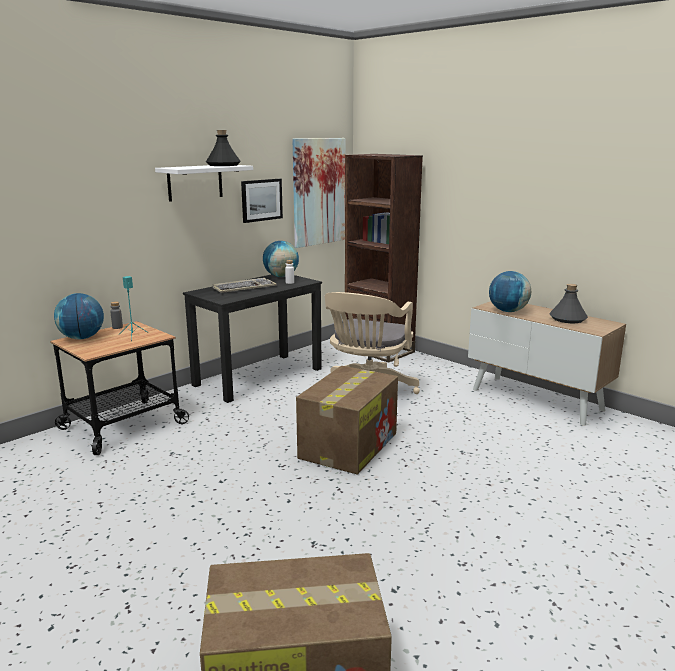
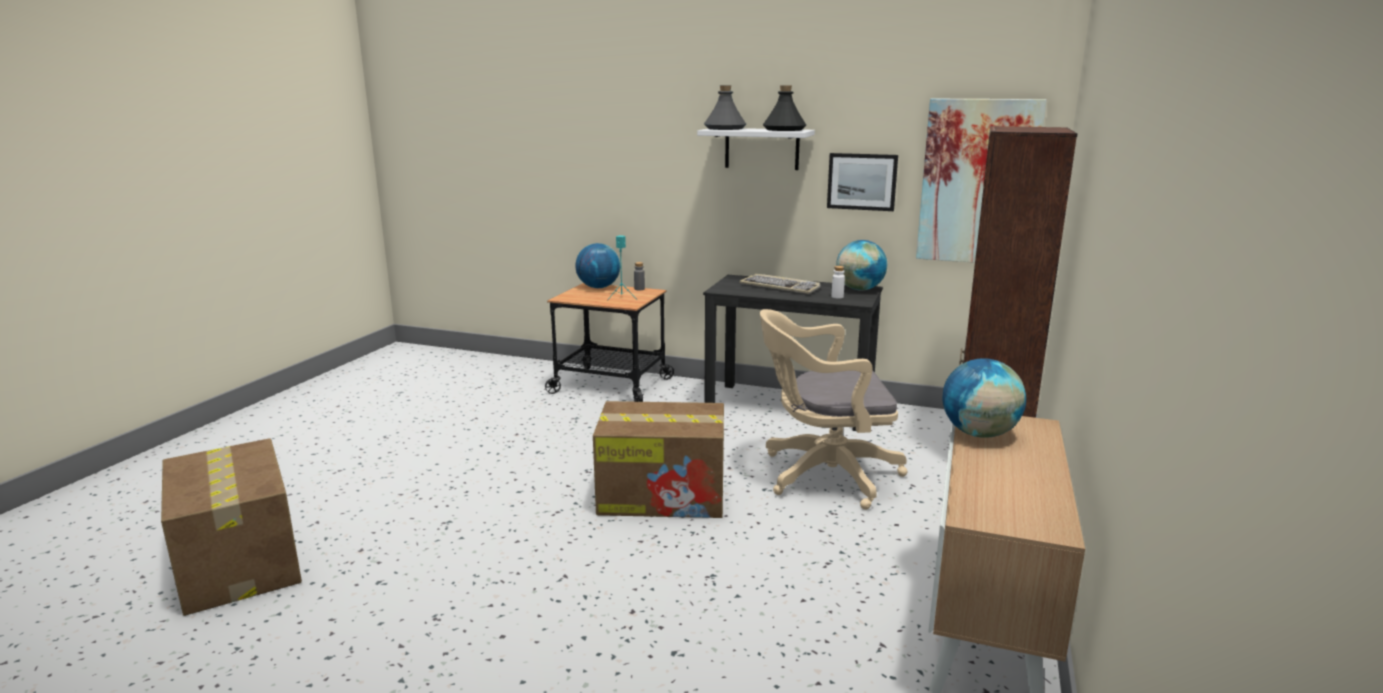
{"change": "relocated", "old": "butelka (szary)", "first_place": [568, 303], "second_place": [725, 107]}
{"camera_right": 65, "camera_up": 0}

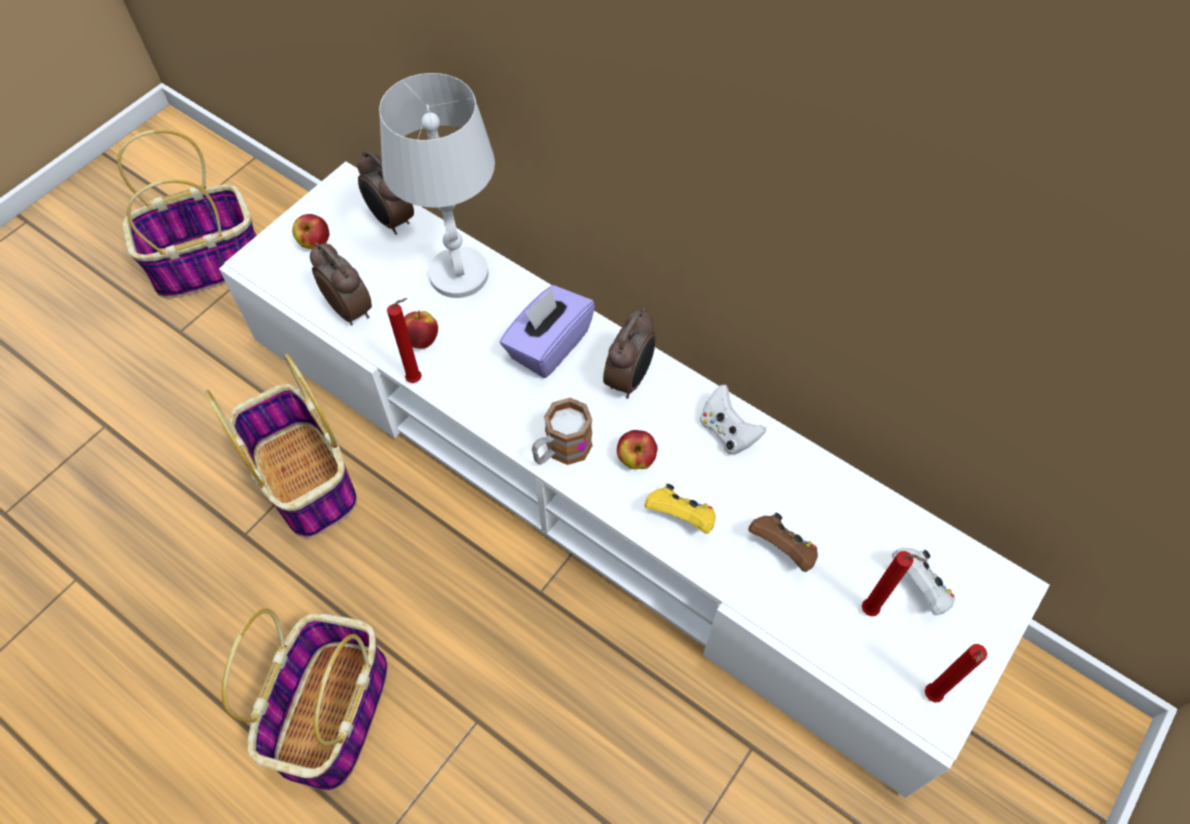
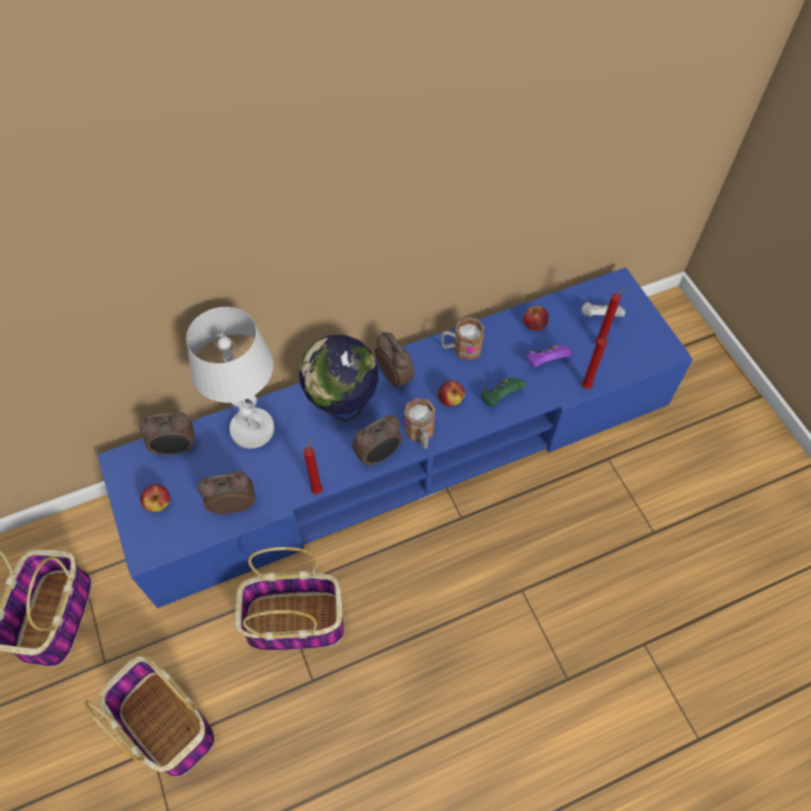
{"change": "relocated", "old": "koszyk", "first_place": [305, 700], "second_place": [149, 714]}
{"change": "colour", "old": "szafka pod telewizor (biały)", "new": "szafka pod telewizor (niebieski)", "first_place": [634, 479], "second_place": [395, 437]}
{"change": "exchanged", "old": "pudełko chusteczek (fioletowy)", "new": "globus", "first_place": [547, 331], "second_place": [339, 378]}
{"change": "appeared", "new": "budzik", "second_place": [377, 441]}
{"change": "exchanged", "old": "pad do gier (biały)", "new": "kubek", "first_place": [733, 420], "second_place": [463, 338]}
{"change": "colour", "old": "pad do gier (żółty)", "new": "pad do gier (zielony)", "first_place": [680, 509], "second_place": [503, 392]}
{"change": "relocated", "old": "jabłko", "first_place": [421, 329], "second_place": [536, 318]}
{"change": "colour", "old": "pad do gier (brązowy)", "new": "pad do gier (fioletowy)", "first_place": [783, 542], "second_place": [550, 356]}
{"change": "relocated", "old": "świeca (czerwony)", "first_place": [956, 673], "second_place": [596, 363]}
{"camera_right": -60, "camera_up": 0}

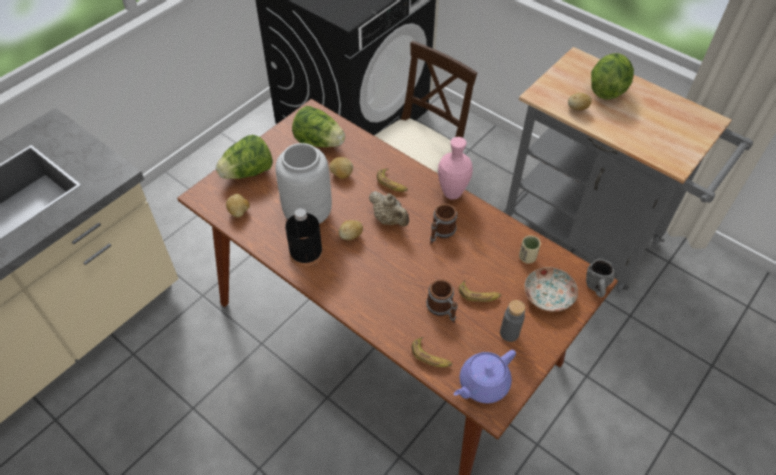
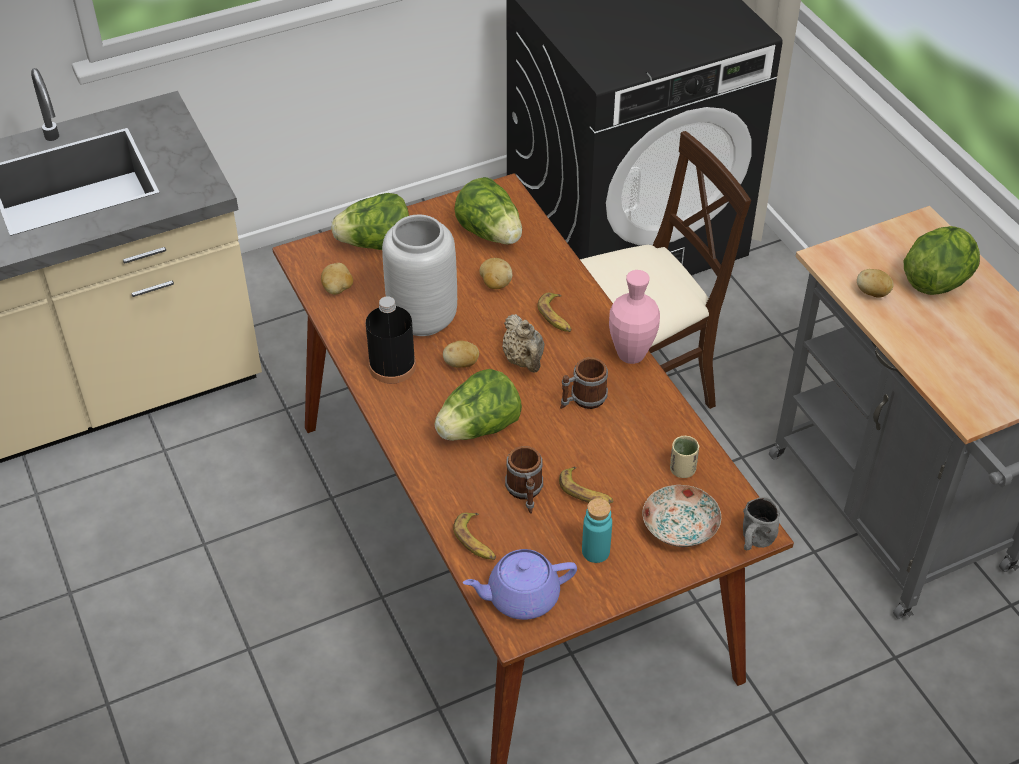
{"change": "appeared", "new": "sałata", "second_place": [478, 405]}
{"change": "colour", "old": "butelka (szary)", "new": "butelka (turkusowy)", "first_place": [512, 321], "second_place": [597, 530]}
{"camera_right": 25, "camera_up": -5}

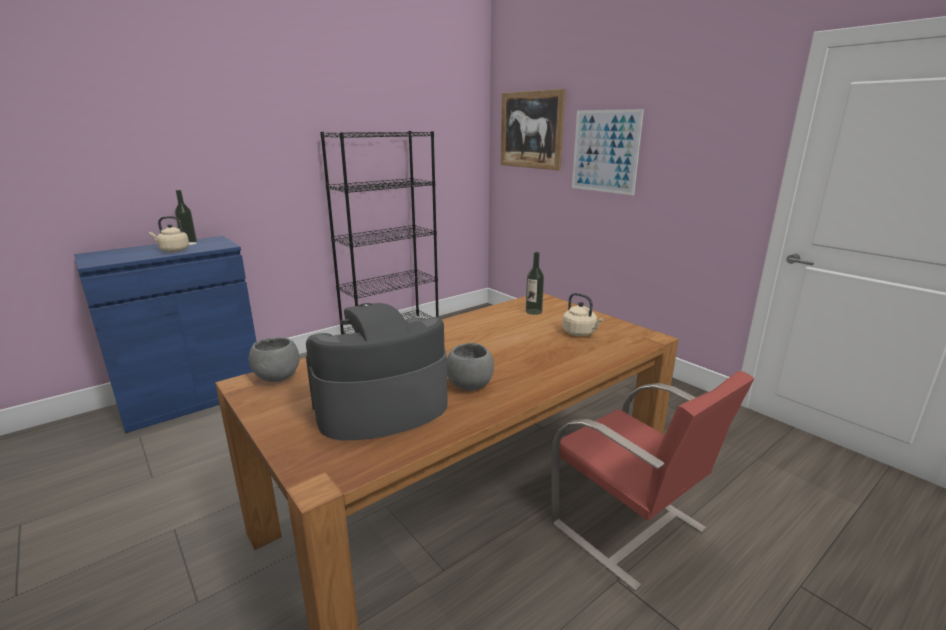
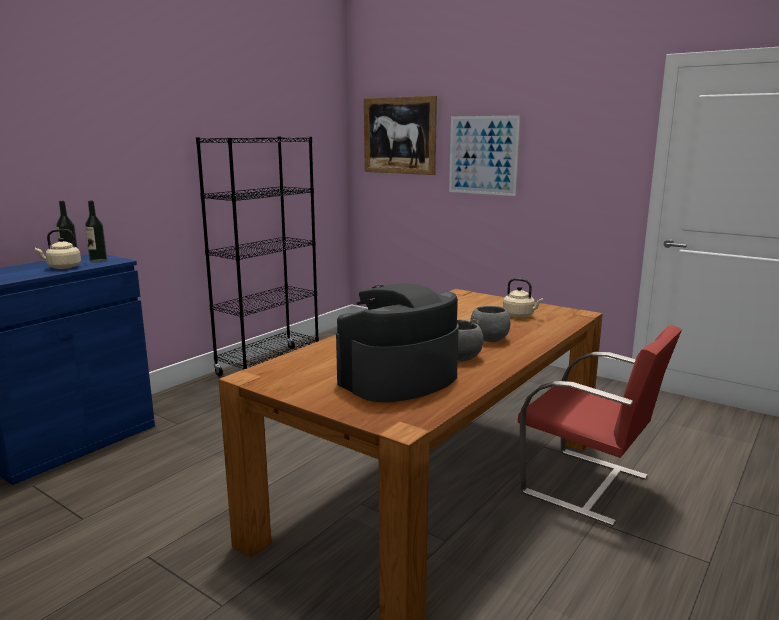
{"change": "relocated", "old": "butelka", "first_place": [535, 283], "second_place": [96, 232]}
{"change": "relocated", "old": "miska (szary)", "first_place": [274, 359], "second_place": [490, 324]}
{"camera_right": -15, "camera_up": -5}

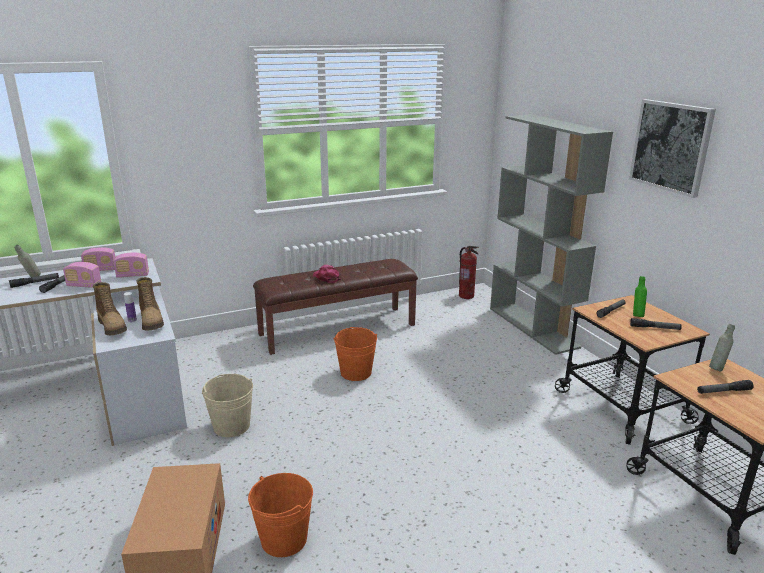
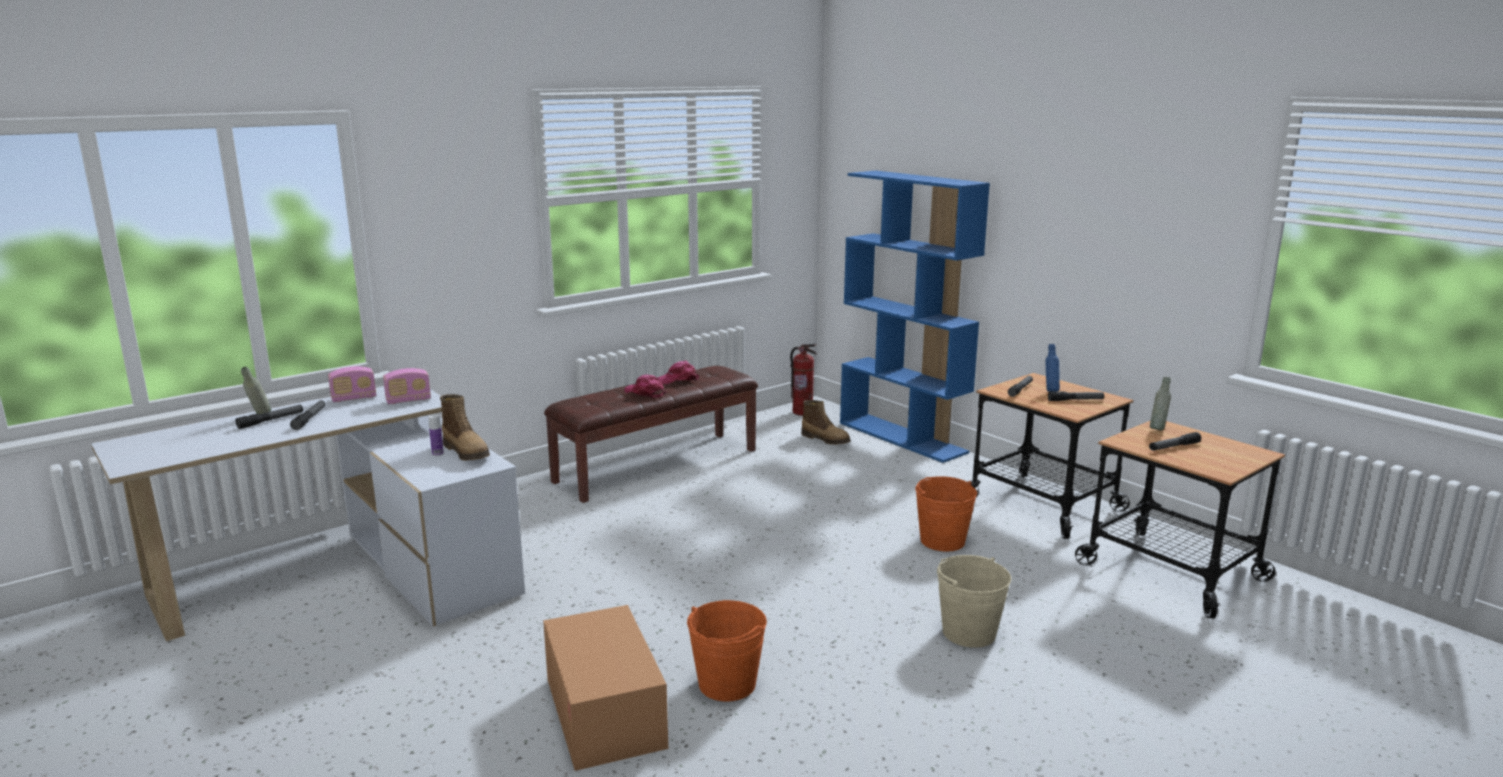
{"change": "appeared", "new": "czapka z daszkiem (różowy)", "second_place": [678, 372]}
{"change": "relocated", "old": "but z cholewką", "first_place": [110, 308], "second_place": [825, 422]}
{"change": "colour", "old": "regał (szary)", "new": "regał (niebieski)", "first_place": [551, 235], "second_place": [915, 317]}
{"change": "relocated", "old": "wiadro (pomarańczowy)", "first_place": [355, 354], "second_place": [946, 513]}
{"change": "relocated", "old": "wiadro (beżowy)", "first_place": [227, 405], "second_place": [974, 601]}
{"change": "colour", "old": "butelka (zielony)", "new": "butelka (niebieski)", "first_place": [640, 296], "second_place": [1052, 368]}
{"change": "missing", "old": "radio", "first_place": [82, 275]}
{"change": "missing", "old": "obraz", "first_place": [672, 148]}
{"camera_right": -15, "camera_up": -5}

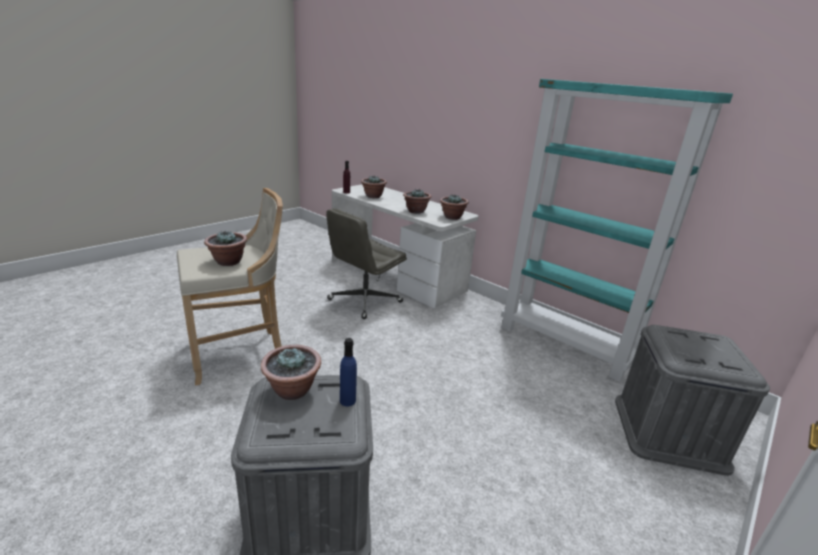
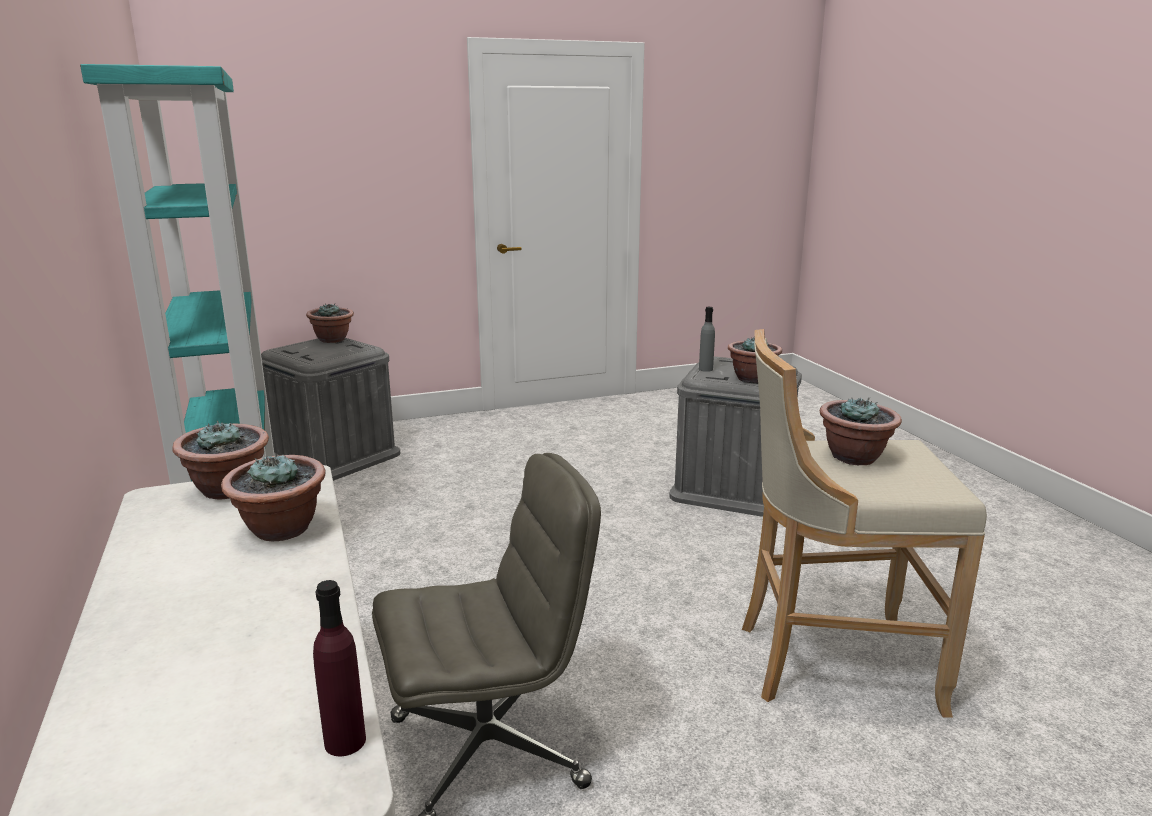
{"change": "relocated", "old": "roślina doniczkowa", "first_place": [374, 187], "second_place": [330, 323]}
{"change": "colour", "old": "butelka (niebieski)", "new": "butelka (szary)", "first_place": [348, 372], "second_place": [707, 339]}
{"camera_right": -150, "camera_up": -5}

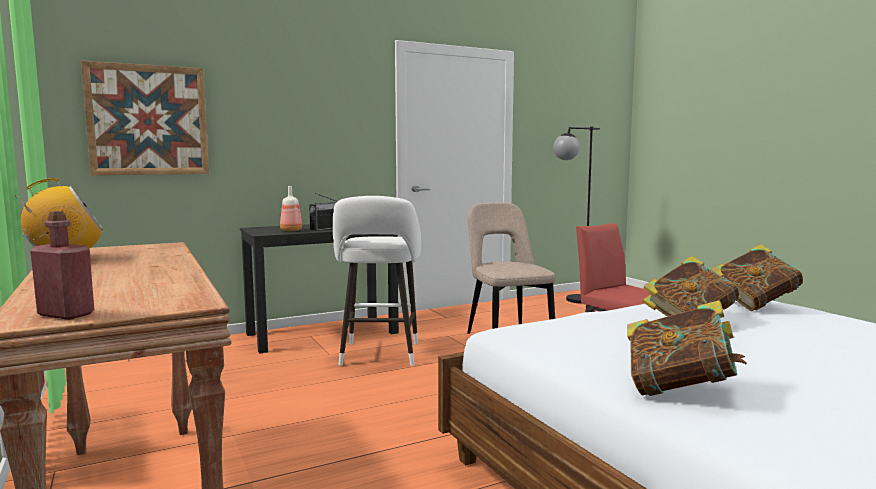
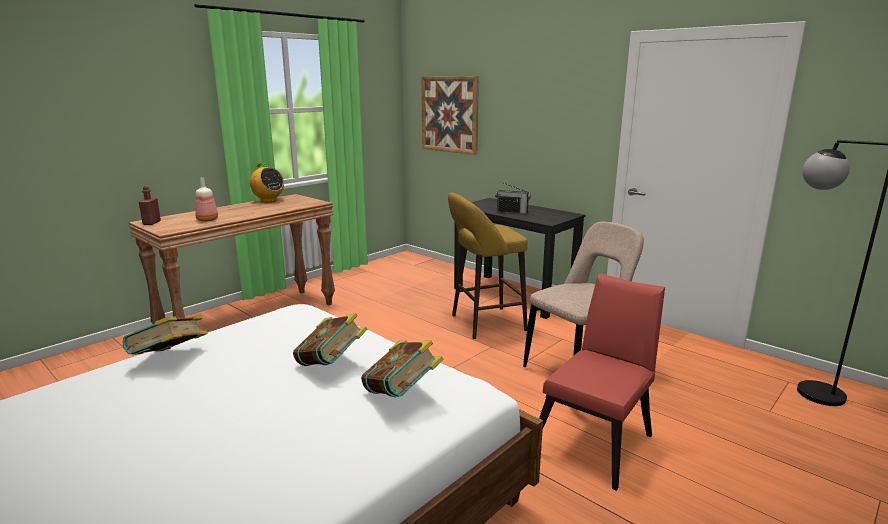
{"change": "relocated", "old": "butelka", "first_place": [291, 208], "second_place": [206, 199]}
{"change": "colour", "old": "stołek (biały)", "new": "stołek (żółty)", "first_place": [377, 281], "second_place": [488, 265]}
{"camera_right": 70, "camera_up": 10}

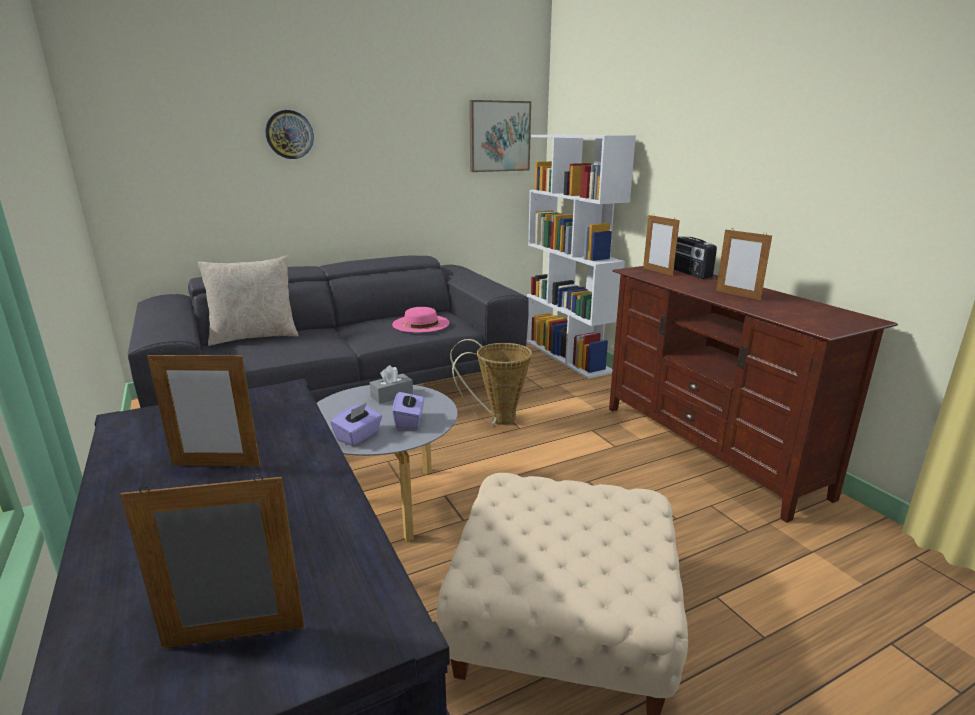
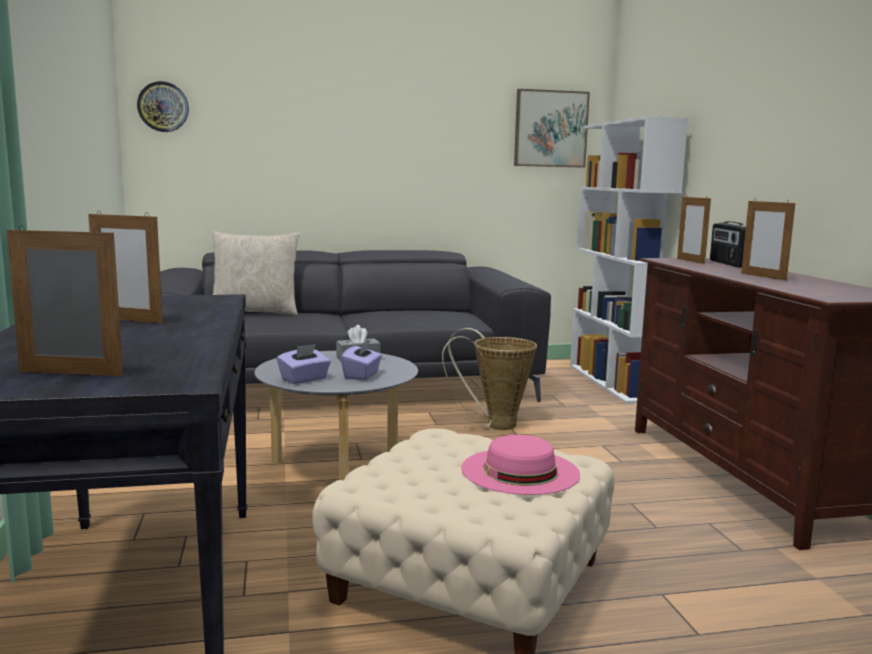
{"change": "relocated", "old": "zegar ścienny", "first_place": [289, 134], "second_place": [163, 106]}
{"change": "relocated", "old": "kapelusz (różowy)", "first_place": [421, 320], "second_place": [520, 465]}
{"camera_right": 15, "camera_up": -10}

